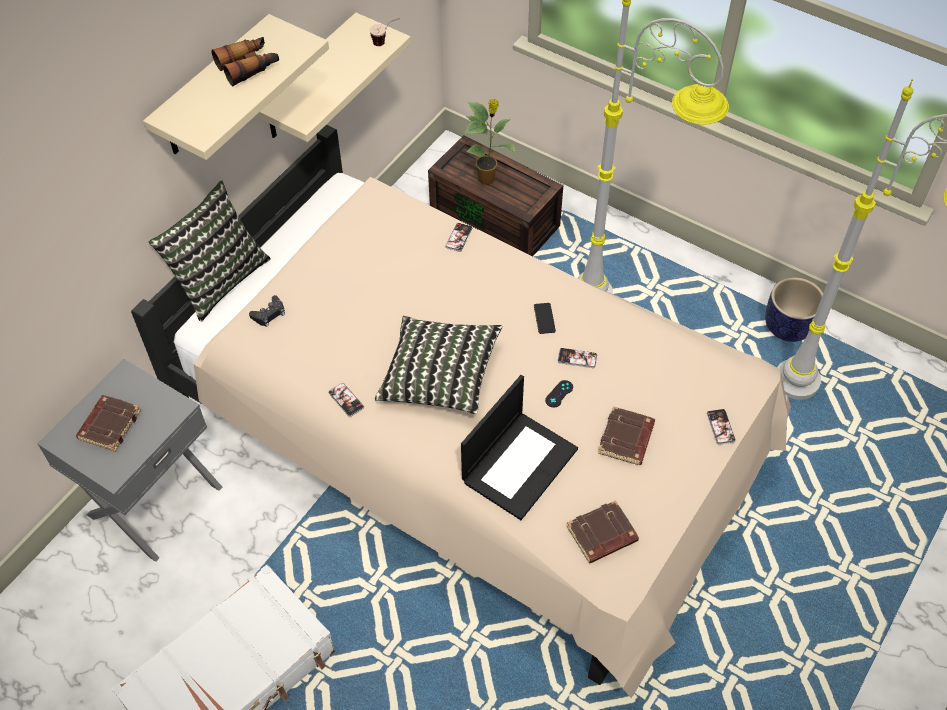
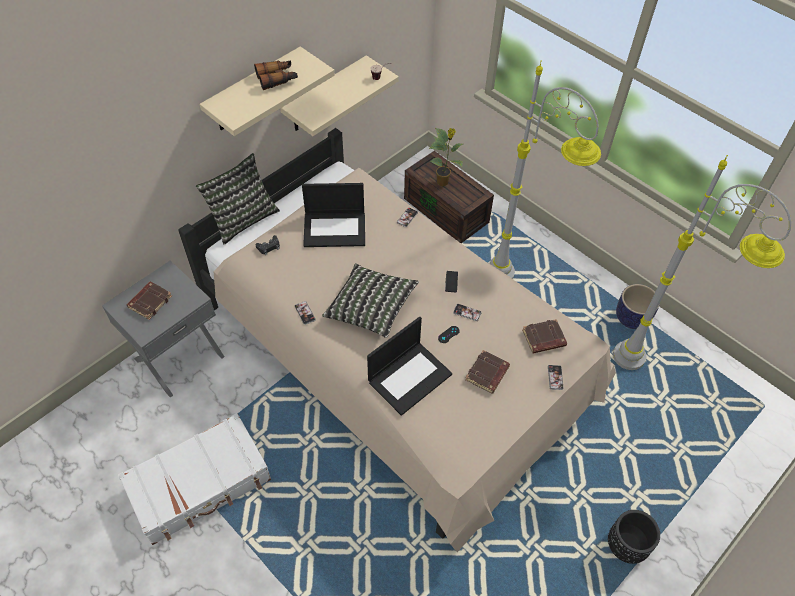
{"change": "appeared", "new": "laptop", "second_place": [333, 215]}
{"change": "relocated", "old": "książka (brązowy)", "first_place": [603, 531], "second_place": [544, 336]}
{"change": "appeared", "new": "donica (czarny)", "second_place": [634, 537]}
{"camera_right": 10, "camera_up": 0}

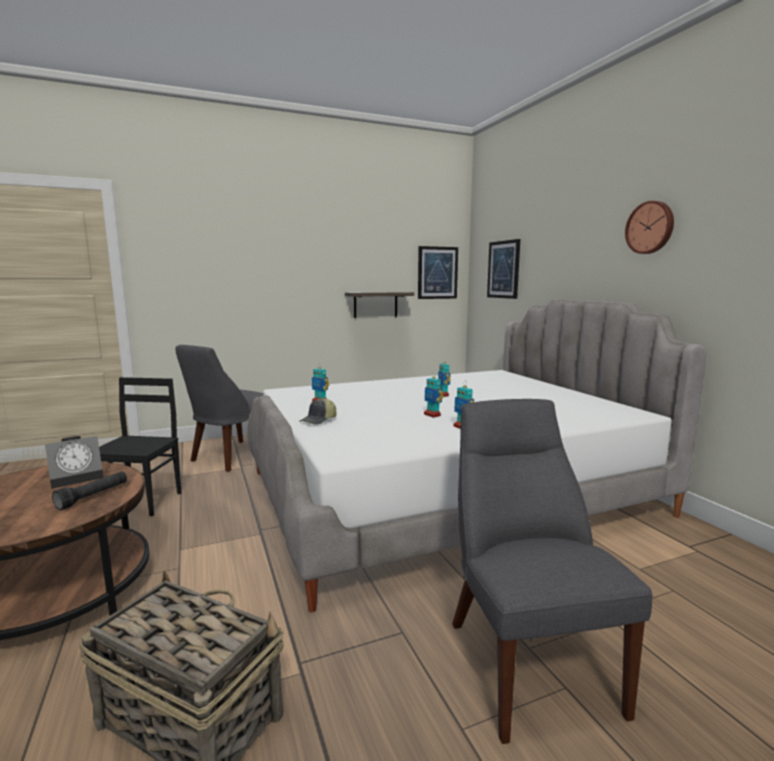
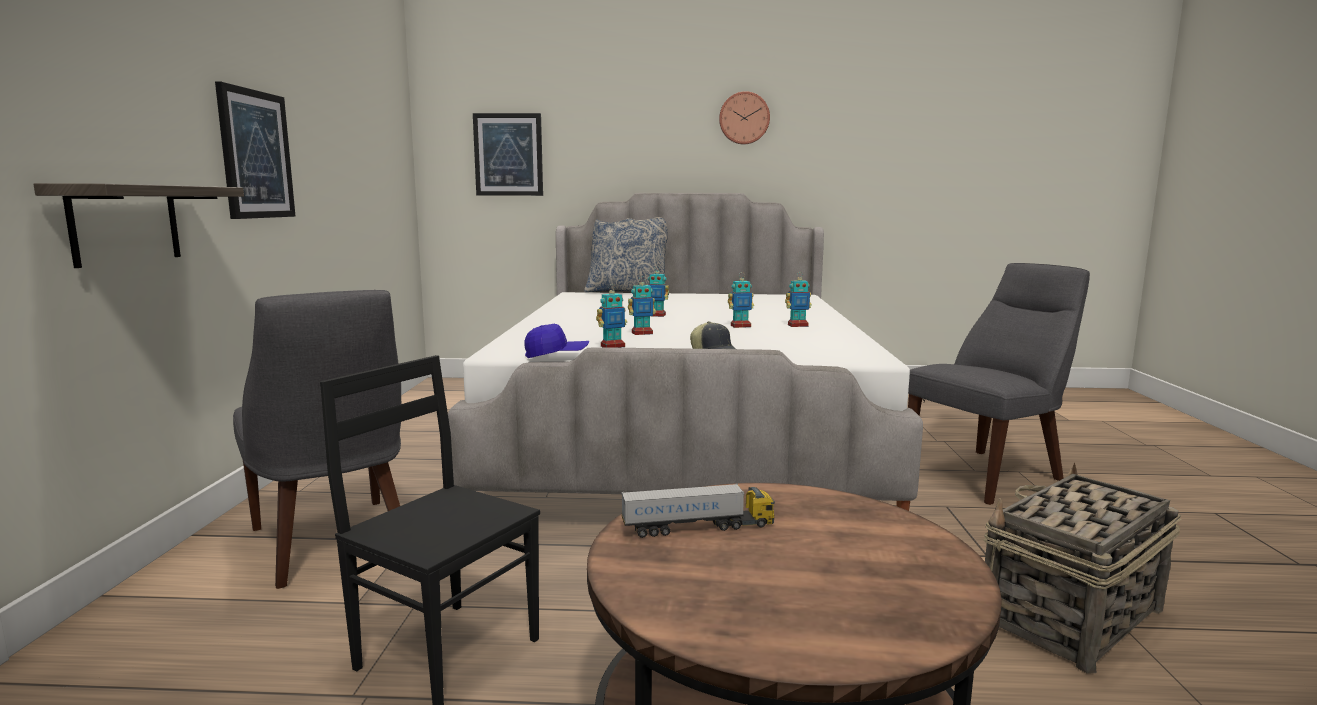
{"change": "relocated", "old": "półka", "first_place": [379, 305], "second_place": [138, 225]}
{"change": "relocated", "old": "obraz", "first_place": [438, 272], "second_place": [255, 150]}
{"change": "appeared", "new": "czapka z daszkiem (niebieski)", "second_place": [556, 341]}
{"change": "appeared", "new": "poduszka", "second_place": [626, 254]}
{"change": "exchanged", "old": "budzik", "new": "ciężarówka zabawkowa", "first_place": [74, 462], "second_place": [698, 511]}
{"change": "appeared", "new": "robot zabawkowy", "second_place": [642, 305]}
{"change": "spun", "old": "krzesło (szary)", "first_place": [552, 571], "second_place": [999, 384], "degrees": 135}
{"change": "missing", "old": "latarka (czarny)", "first_place": [89, 490]}
{"camera_right": -65, "camera_up": 0}

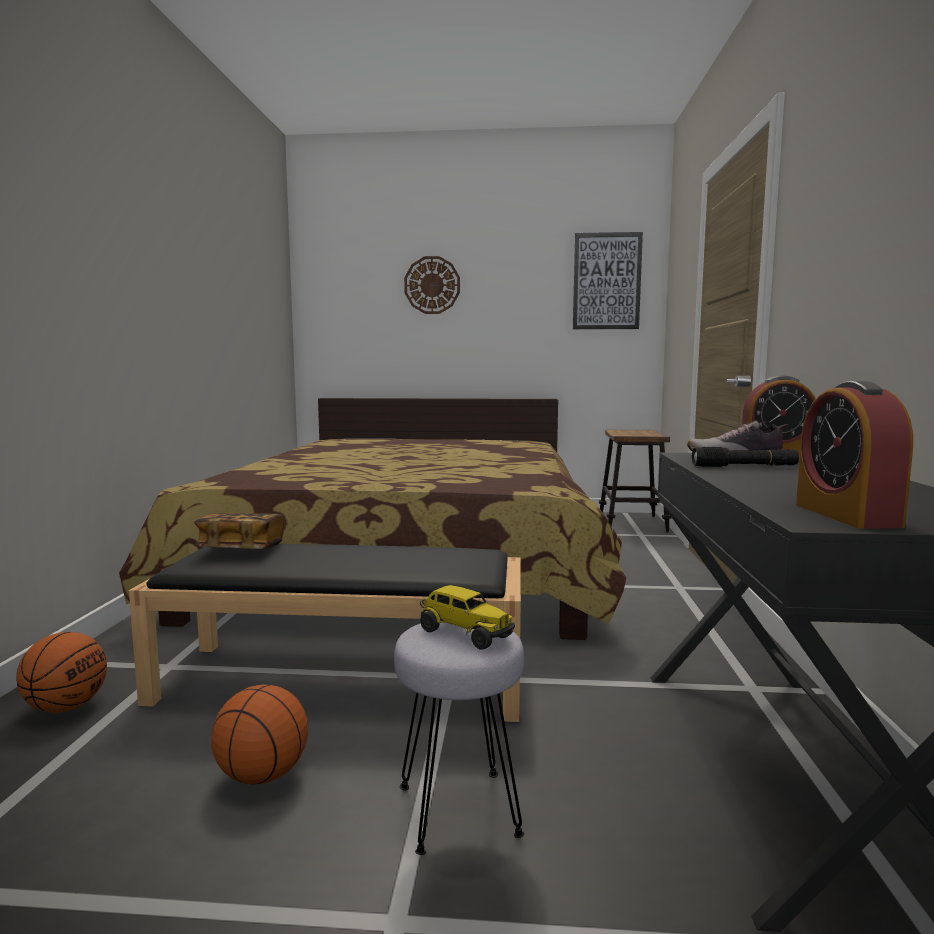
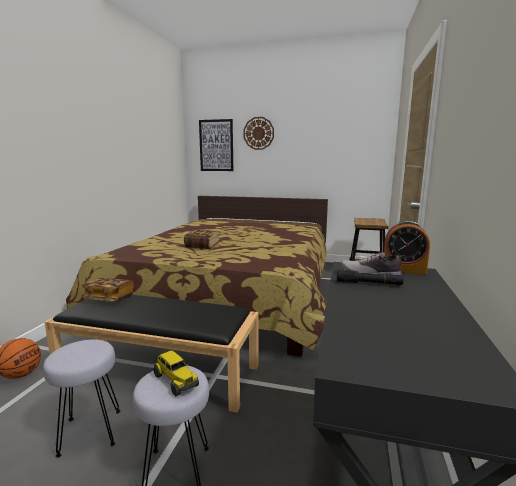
{"change": "exchanged", "old": "piłka do koszykówki", "new": "stołek (szary)", "first_place": [259, 734], "second_place": [82, 398]}
{"change": "appeared", "new": "książka", "second_place": [202, 239]}
{"change": "relocated", "old": "obraz", "first_place": [608, 280], "second_place": [216, 145]}
{"change": "missing", "old": "budzik", "first_place": [854, 455]}
{"camera_right": 10, "camera_up": 5}

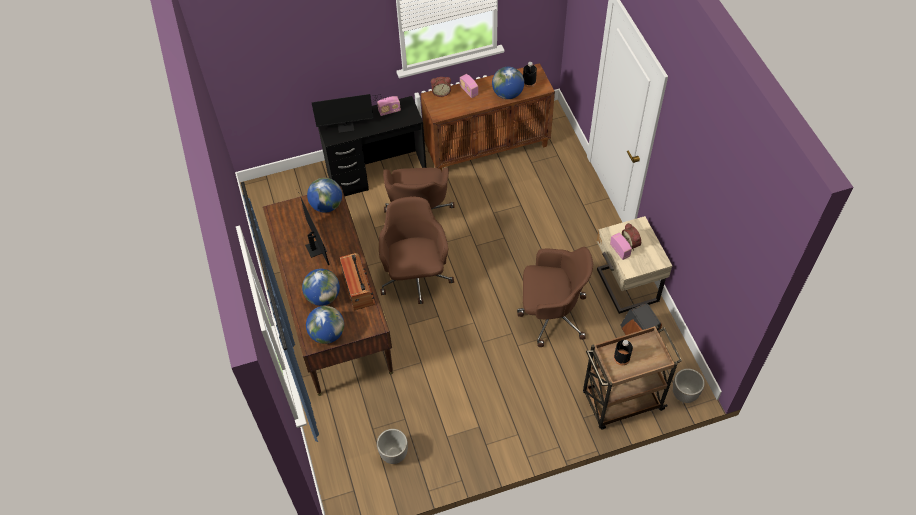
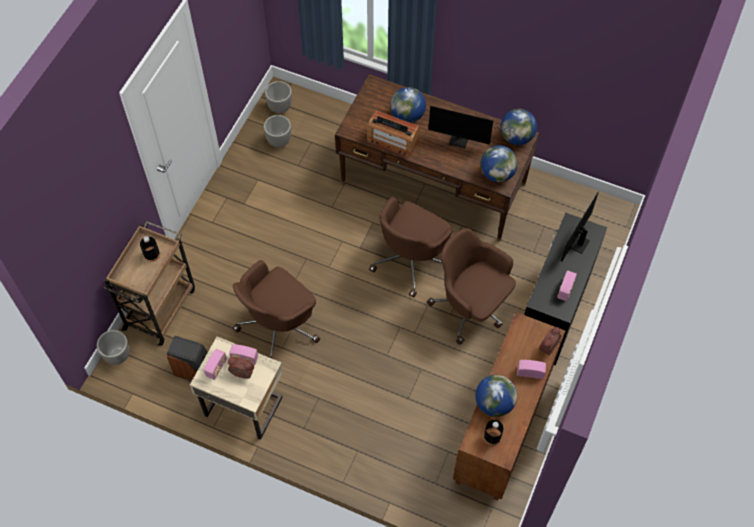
{"change": "appeared", "new": "radio", "second_place": [215, 364]}
{"change": "appeared", "new": "donica", "second_place": [278, 97]}
{"change": "spun", "old": "krzesło biurowe (brązowy)", "first_place": [416, 250], "second_place": [411, 247], "degrees": 90}
{"change": "relocated", "old": "globus", "first_place": [325, 325], "second_place": [519, 127]}
{"camera_right": 130, "camera_up": 5}

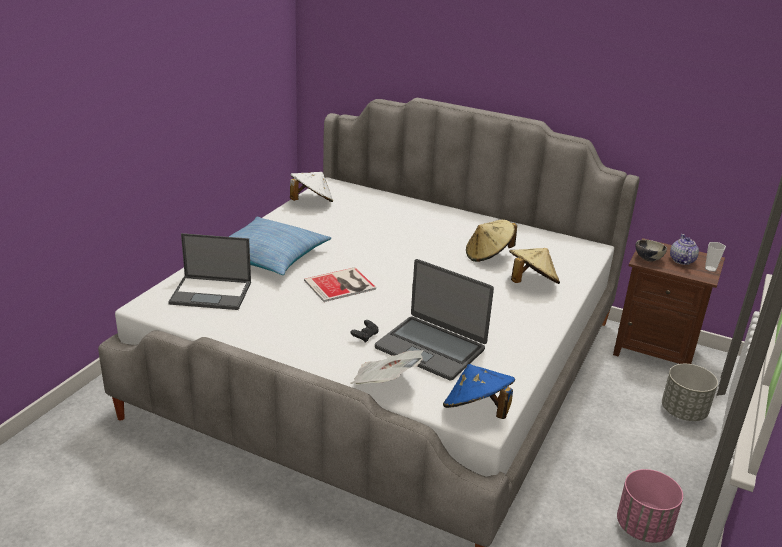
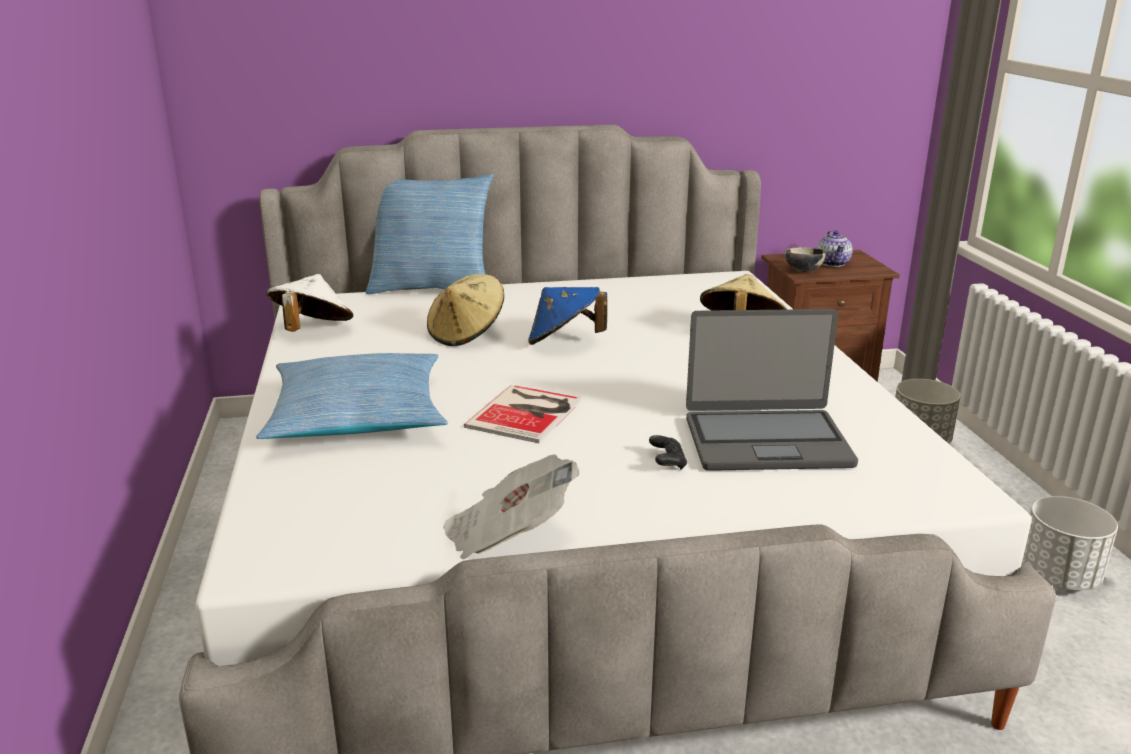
{"change": "appeared", "new": "poduszka", "second_place": [430, 234]}
{"change": "relocated", "old": "kapelusz (beżowy)", "first_place": [491, 241], "second_place": [465, 310]}
{"change": "relocated", "old": "gazeta", "first_place": [386, 367], "second_place": [511, 506]}
{"change": "relocated", "old": "kapelusz (niebieski)", "first_place": [479, 391], "second_place": [568, 316]}
{"change": "spun", "old": "imbryk", "first_place": [684, 249], "second_place": [834, 248], "degrees": -150}
{"change": "colour", "old": "donica (różowy)", "new": "donica (biały)", "first_place": [650, 506], "second_place": [1070, 543]}
{"change": "missing", "old": "laptop", "first_place": [209, 271]}
{"change": "missing", "old": "filiżanka", "first_place": [715, 257]}
{"camera_right": -35, "camera_up": -5}

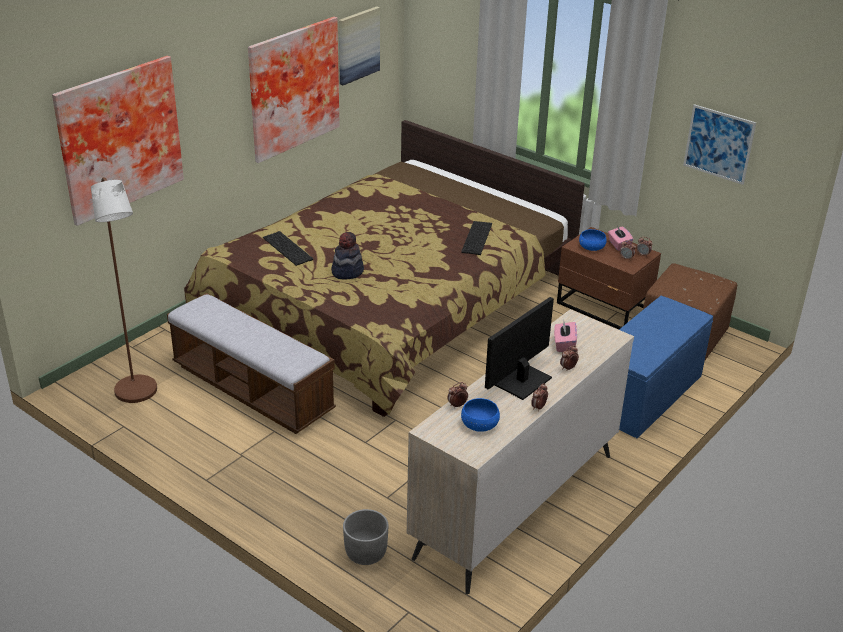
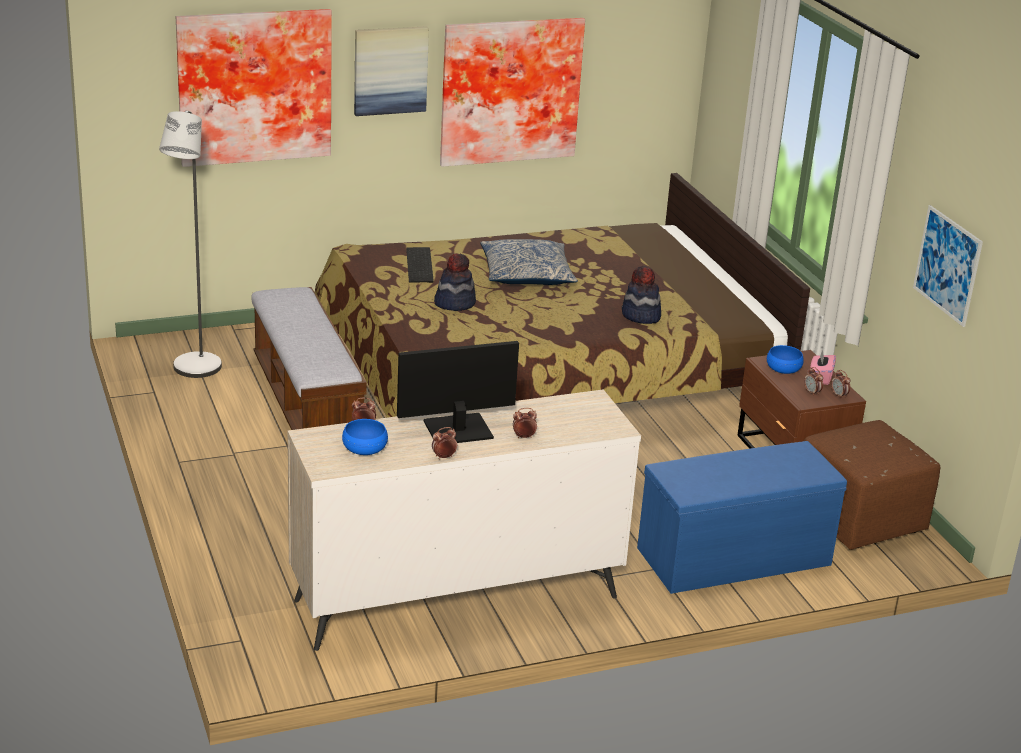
{"change": "colour", "old": "lampa stojąca (brązowy)", "new": "lampa stojąca (szary)", "first_place": [124, 290], "second_place": [190, 244]}
{"change": "relocated", "old": "obraz", "first_place": [359, 45], "second_place": [391, 71]}
{"change": "appeared", "new": "poduszka", "second_place": [529, 262]}
{"change": "exchanged", "old": "klawiatura", "new": "kapelusz", "first_place": [476, 238], "second_place": [641, 295]}
{"change": "missing", "old": "donica (szary)", "first_place": [366, 537]}
{"change": "missing", "old": "pudełko chusteczek (różowy)", "first_place": [565, 336]}
{"camera_right": 30, "camera_up": -5}

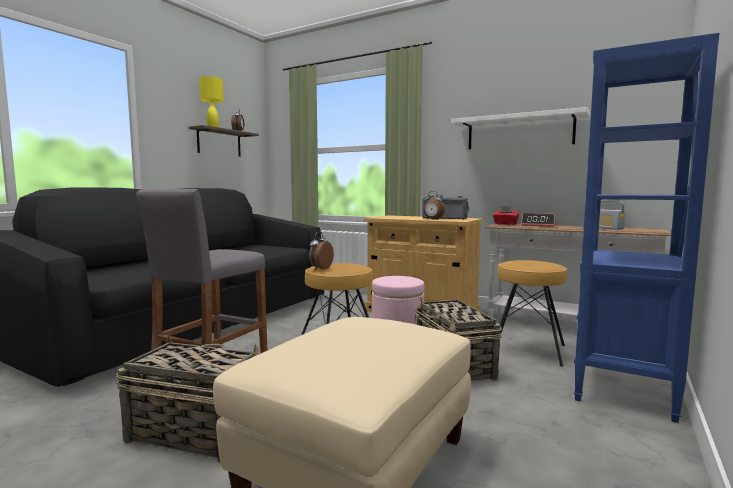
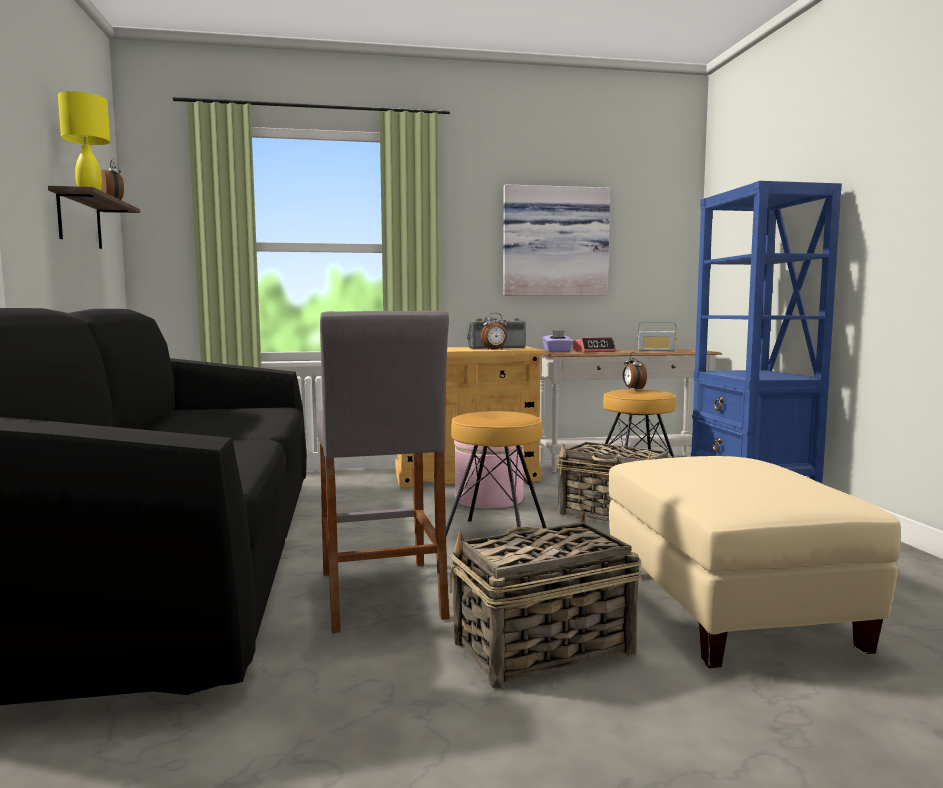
{"change": "exchanged", "old": "półka (biały)", "new": "obraz", "first_place": [520, 128], "second_place": [556, 240]}
{"change": "colour", "old": "pudełko chusteczek (czerwony)", "new": "pudełko chusteczek (fioletowy)", "first_place": [506, 215], "second_place": [557, 341]}
{"change": "relocated", "old": "budzik", "first_place": [321, 251], "second_place": [635, 371]}
{"camera_right": -40, "camera_up": 0}

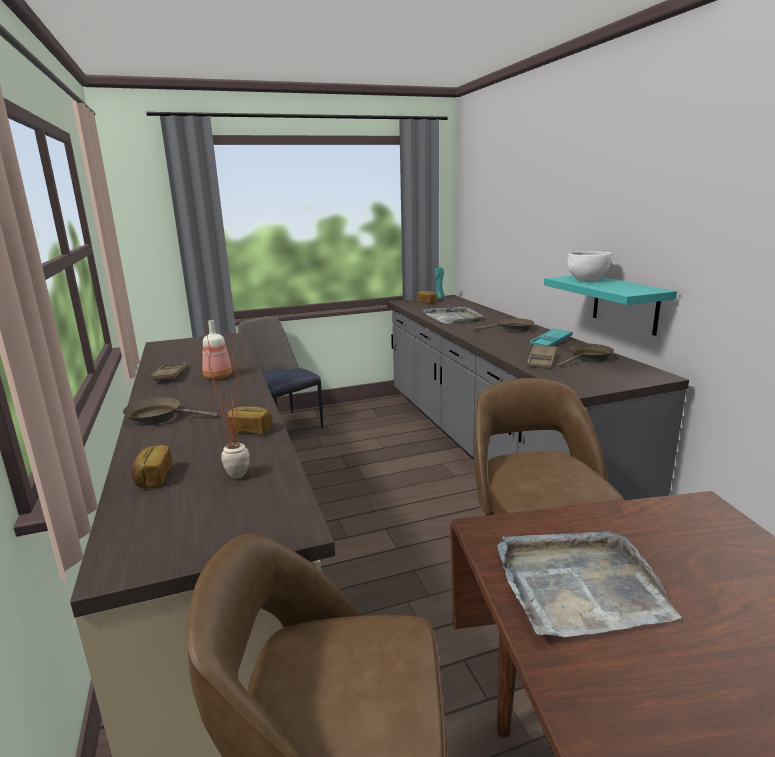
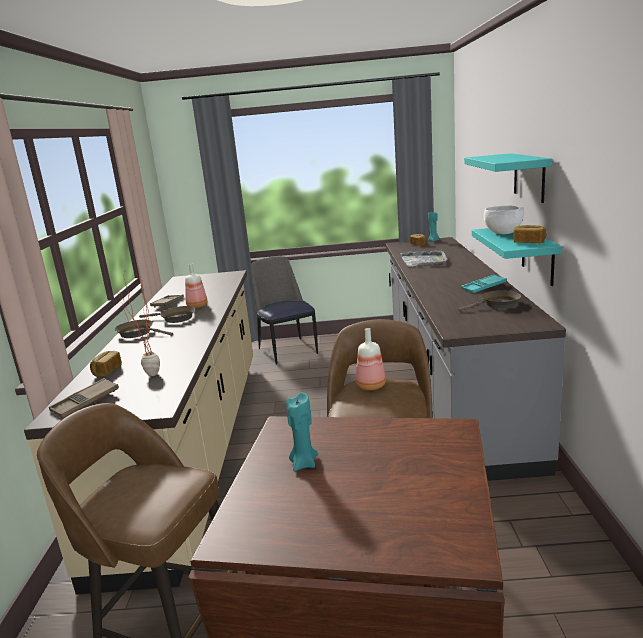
{"change": "relocated", "old": "taca (brązowy)", "first_place": [542, 356], "second_place": [84, 398]}
{"change": "relocated", "old": "patelnia (brązowy)", "first_place": [504, 325], "second_place": [167, 314]}
{"change": "exchanged", "old": "taca (szary)", "new": "świeca (turkusowy)", "first_place": [589, 584], "second_place": [301, 432]}
{"change": "appeared", "new": "butelka", "second_place": [371, 359]}
{"change": "appeared", "new": "półka (turkusowy)", "second_place": [508, 178]}
{"change": "relocated", "old": "chleb", "first_place": [250, 420], "second_place": [530, 234]}
{"camera_right": 20, "camera_up": 0}

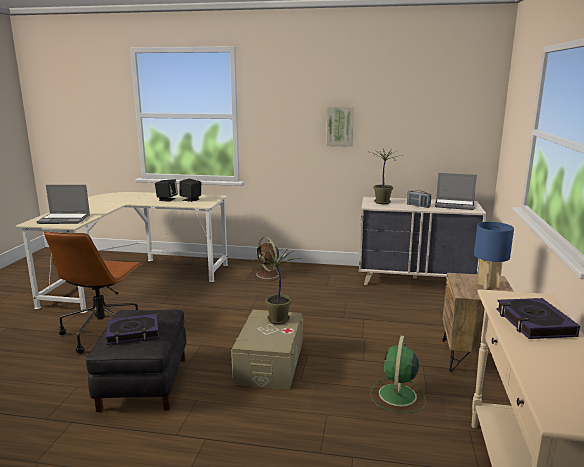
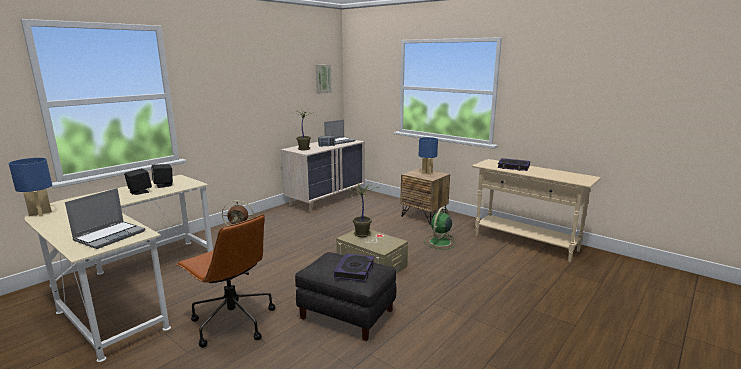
{"change": "appeared", "new": "lampa stołowa (niebieski)", "second_place": [30, 187]}
{"change": "relocated", "old": "obraz", "first_place": [340, 127], "second_place": [324, 79]}
{"change": "spun", "old": "wentylator (zielony)", "first_place": [398, 374], "second_place": [439, 228], "degrees": 75}
{"camera_right": -60, "camera_up": 0}

